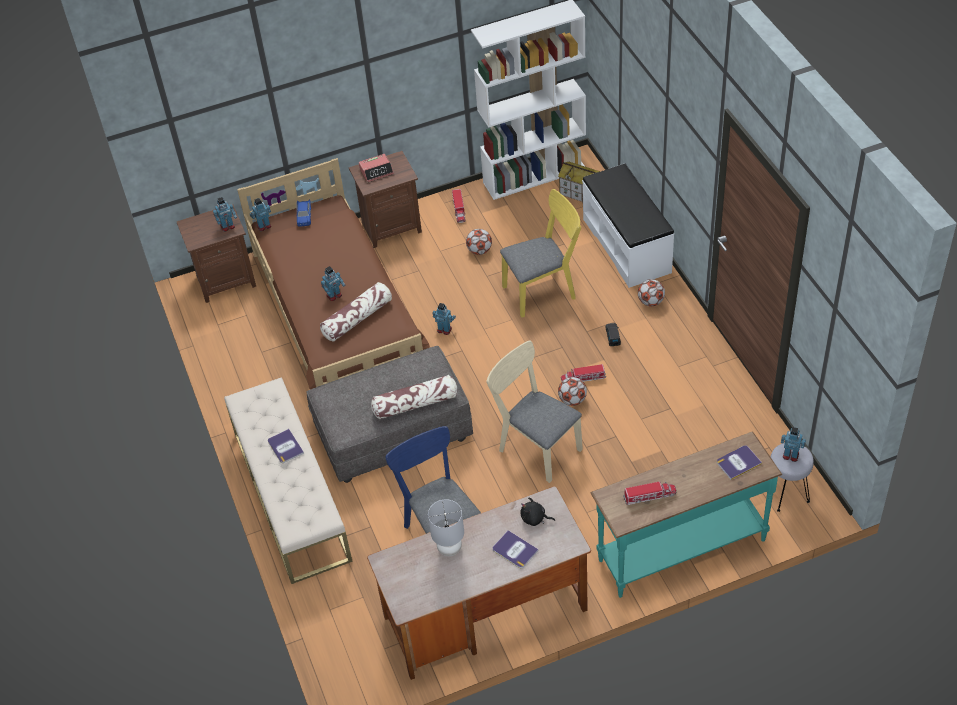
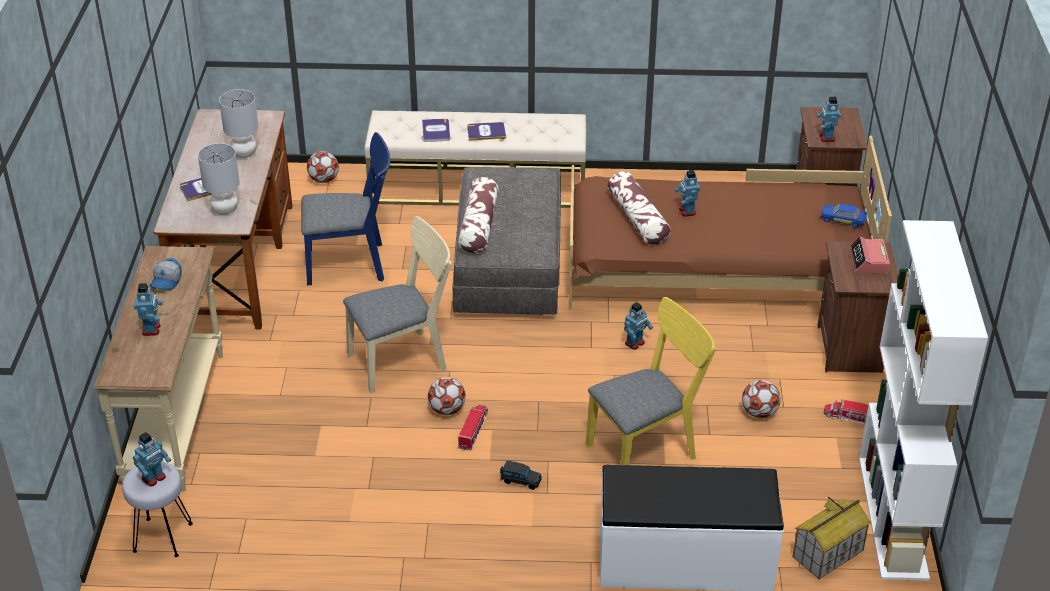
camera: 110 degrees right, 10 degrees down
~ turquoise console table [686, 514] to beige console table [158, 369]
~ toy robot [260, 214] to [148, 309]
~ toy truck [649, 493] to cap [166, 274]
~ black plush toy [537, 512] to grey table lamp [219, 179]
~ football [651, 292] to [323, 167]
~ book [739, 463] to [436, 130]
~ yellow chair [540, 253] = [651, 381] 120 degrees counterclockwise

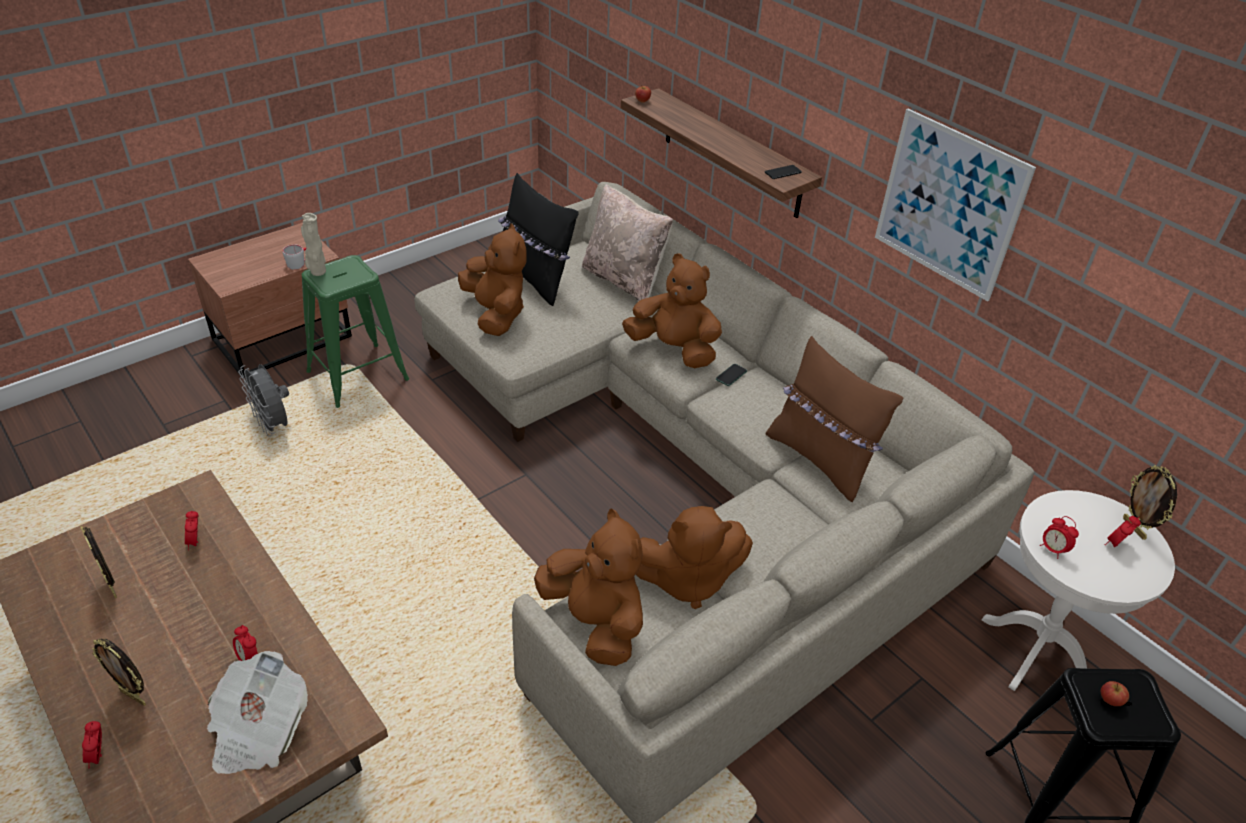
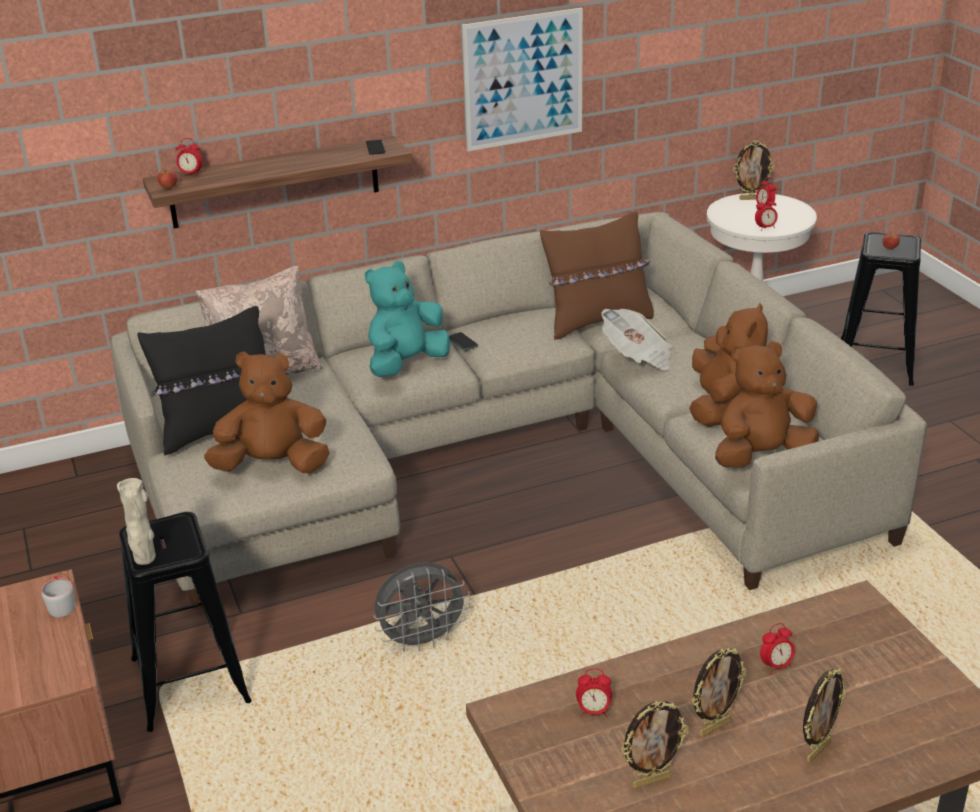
camera: 70 degrees left, 10 degrees down
~ green stool [355, 331] to black stool [185, 622]
~ alarm clock [92, 744] to [189, 157]
~ brown plush toy [672, 311] to turquoise plush toy [407, 319]
~ grey fan [263, 400] to [422, 607]
~ newspaper [257, 712] to [637, 339]
+ picture frame [719, 692]

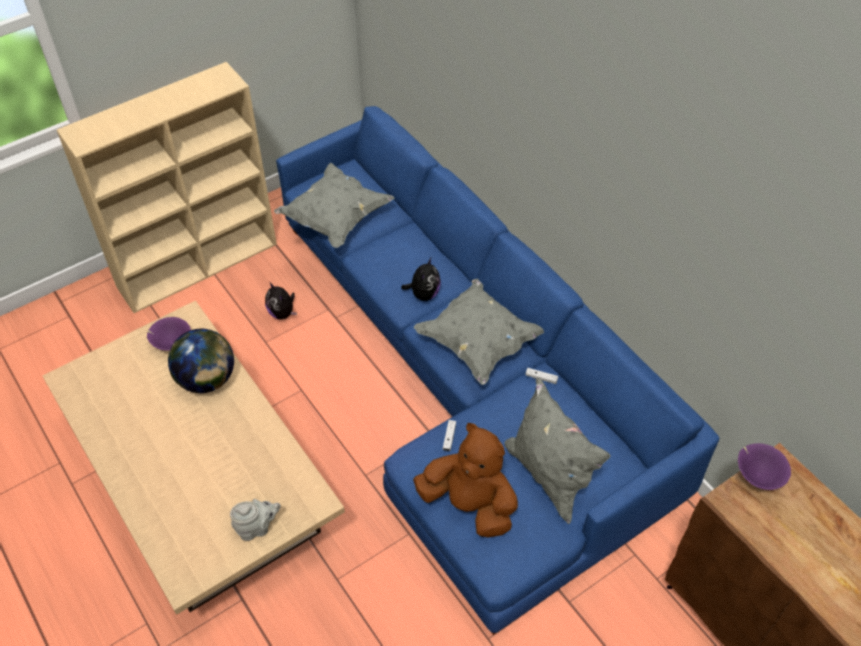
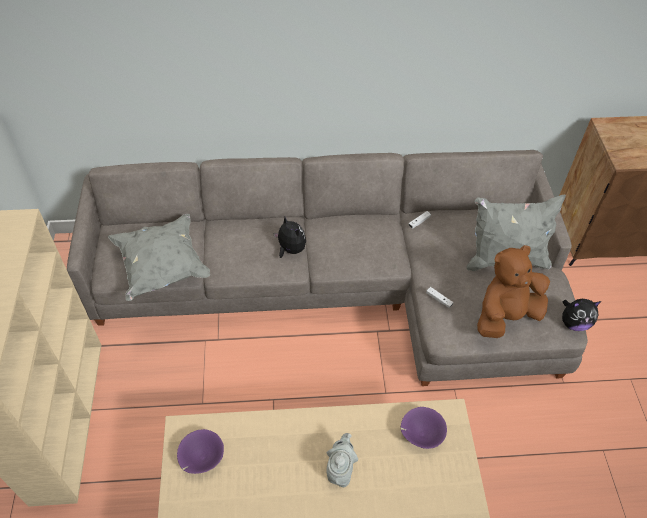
camera: 60 degrees left, 0 degrees up
~ blue sofa [497, 370] to grey sofa [327, 268]
~ grey teapot [255, 520] to [342, 460]
~ purple bowl [764, 466] to [424, 428]
~ plush toy [281, 301] to [581, 315]
- globe [201, 361]
- grey pillow [479, 332]

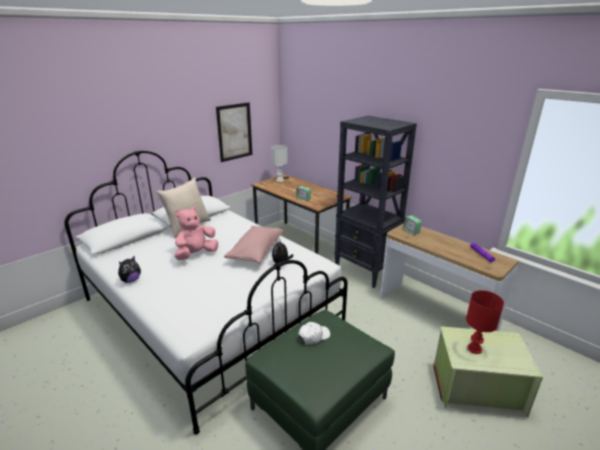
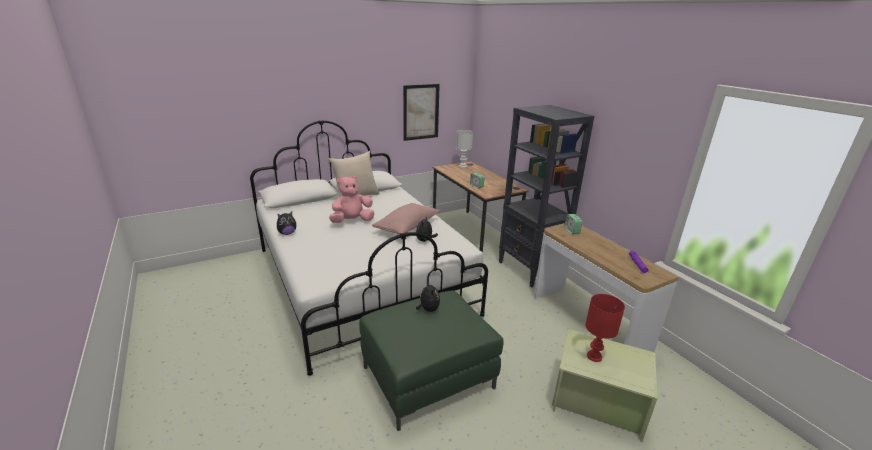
camera: 15 degrees right, 0 degrees up
~ white cap [314, 333] to plush toy [428, 296]

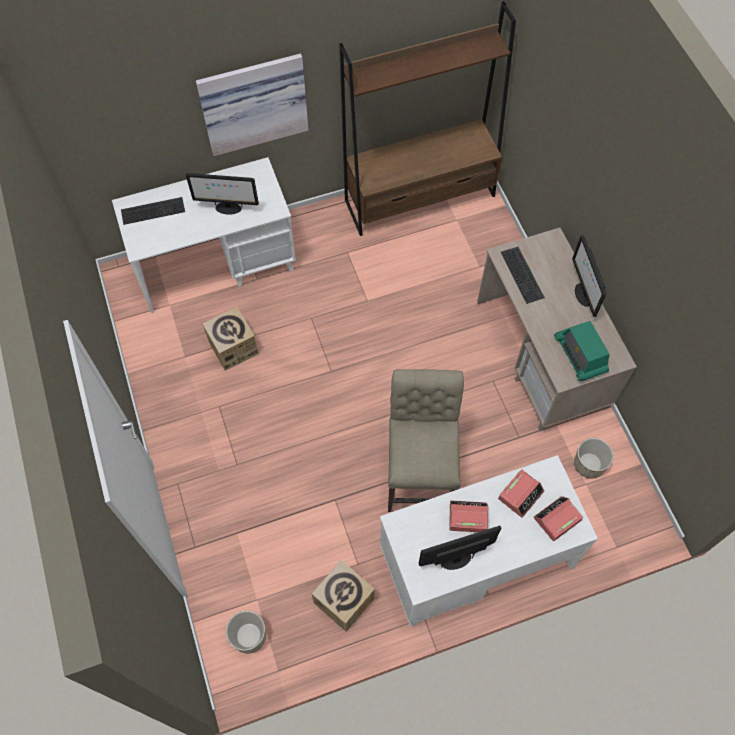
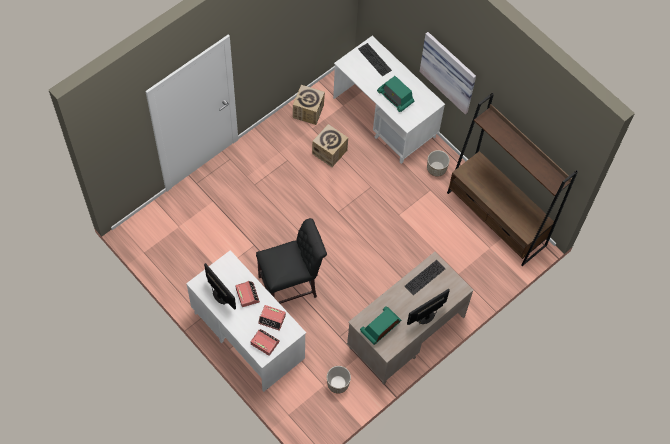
camera: 65 degrees right, 0 degrees up
~ beige chair [426, 440] to black chair [291, 261]
~ cardboard box [343, 596] to [309, 105]
~ monitor [222, 194] to radio [395, 94]
~ planter [246, 632] to [438, 163]

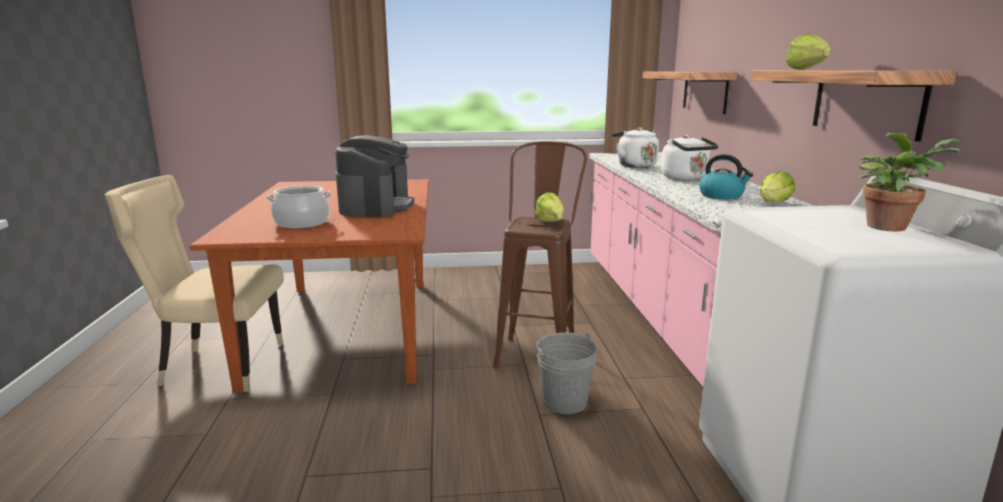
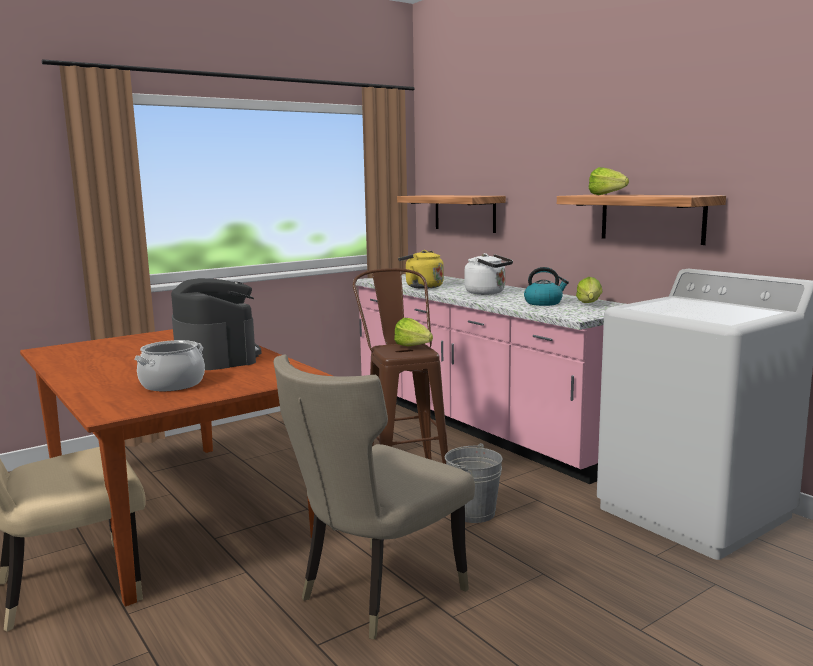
camera: 30 degrees left, 5 degrees down
+ beige chair [374, 497]
~ white kettle [635, 147] to yellow kettle [421, 269]
- potted plant [909, 182]

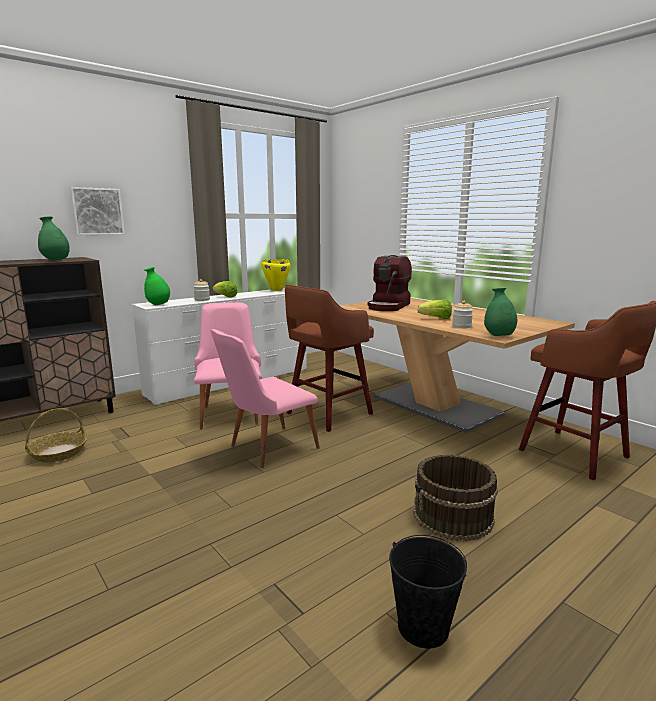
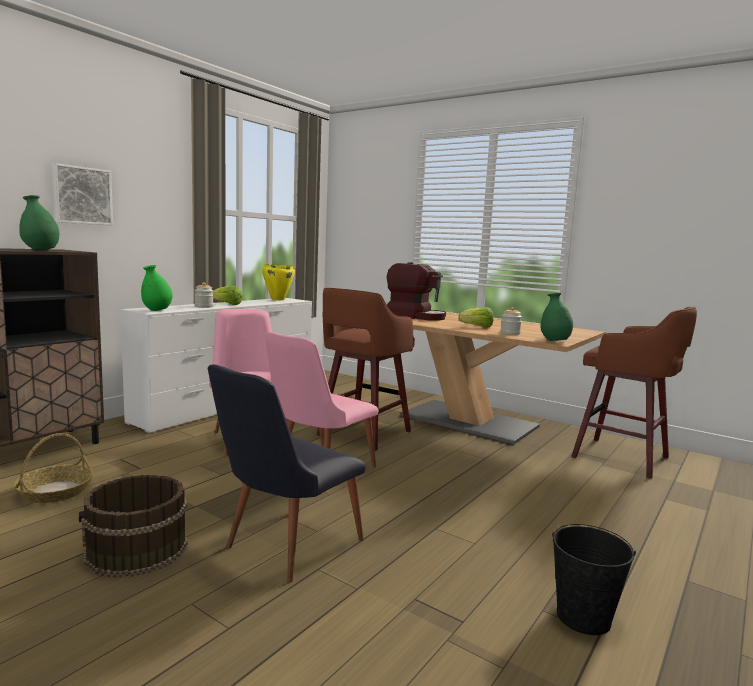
camera: 15 degrees left, 5 degrees down
~ brown bucket [455, 497] to [133, 526]
+ black chair [287, 473]
~ coffee machine [390, 283] = [416, 291] 75 degrees counterclockwise

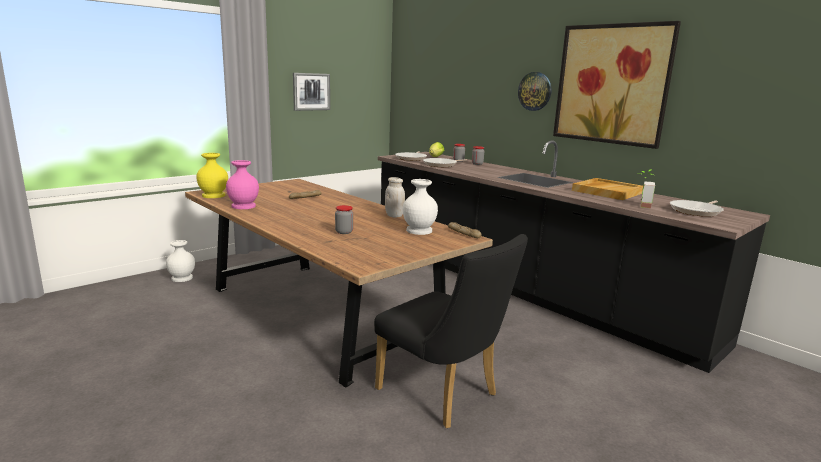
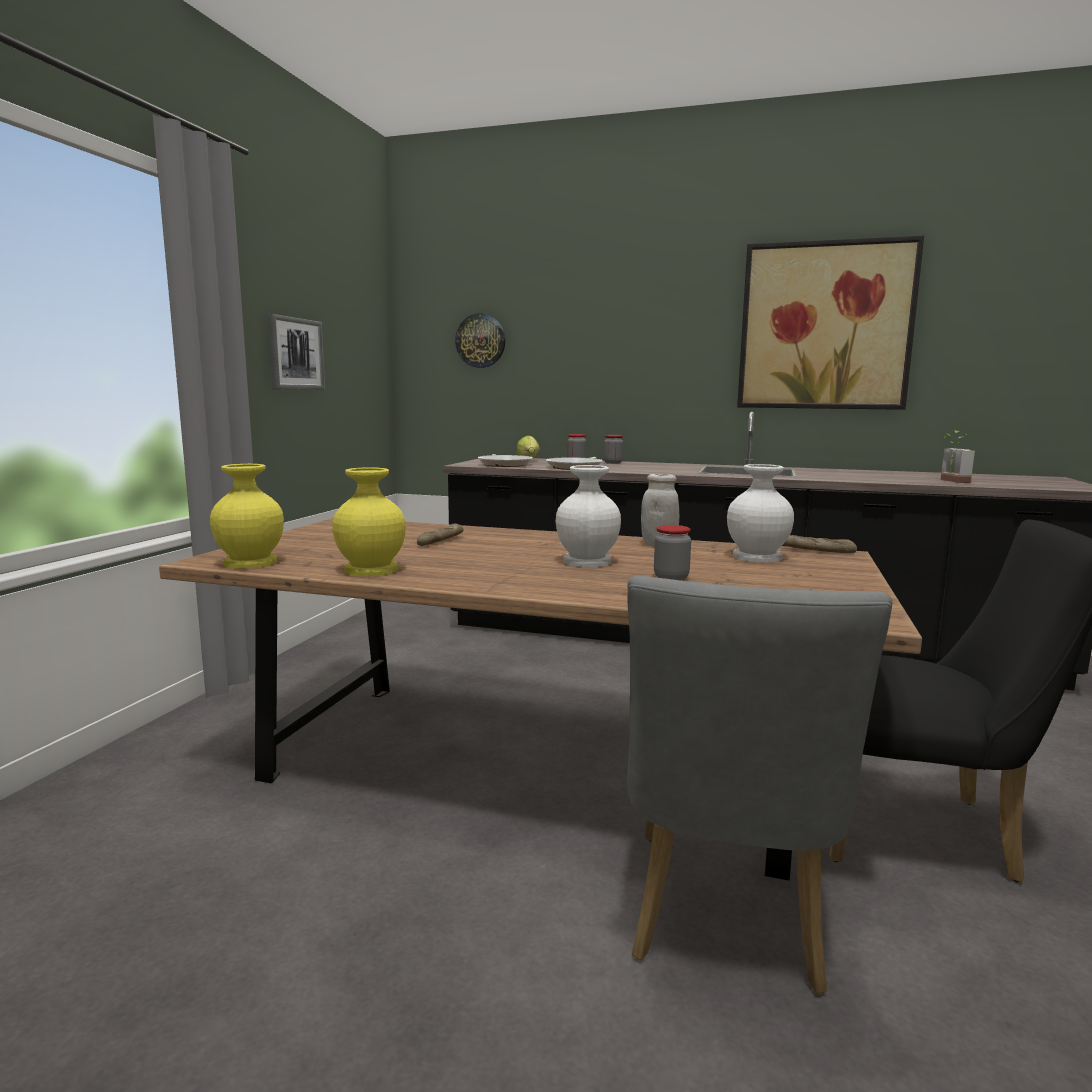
camera: 30 degrees left, 5 degrees down
~ pink vase [242, 184] to yellow vase [369, 521]
~ wall clock [534, 91] to [480, 340]
~ white vase [180, 261] to [588, 516]
+ grey chair [759, 785]
- beige tray [607, 189]
- frying pan [697, 208]

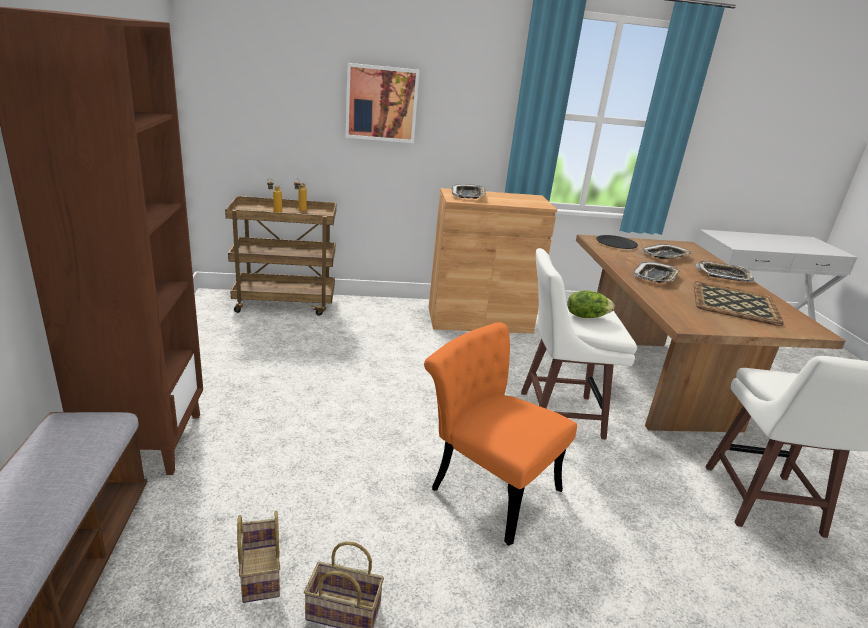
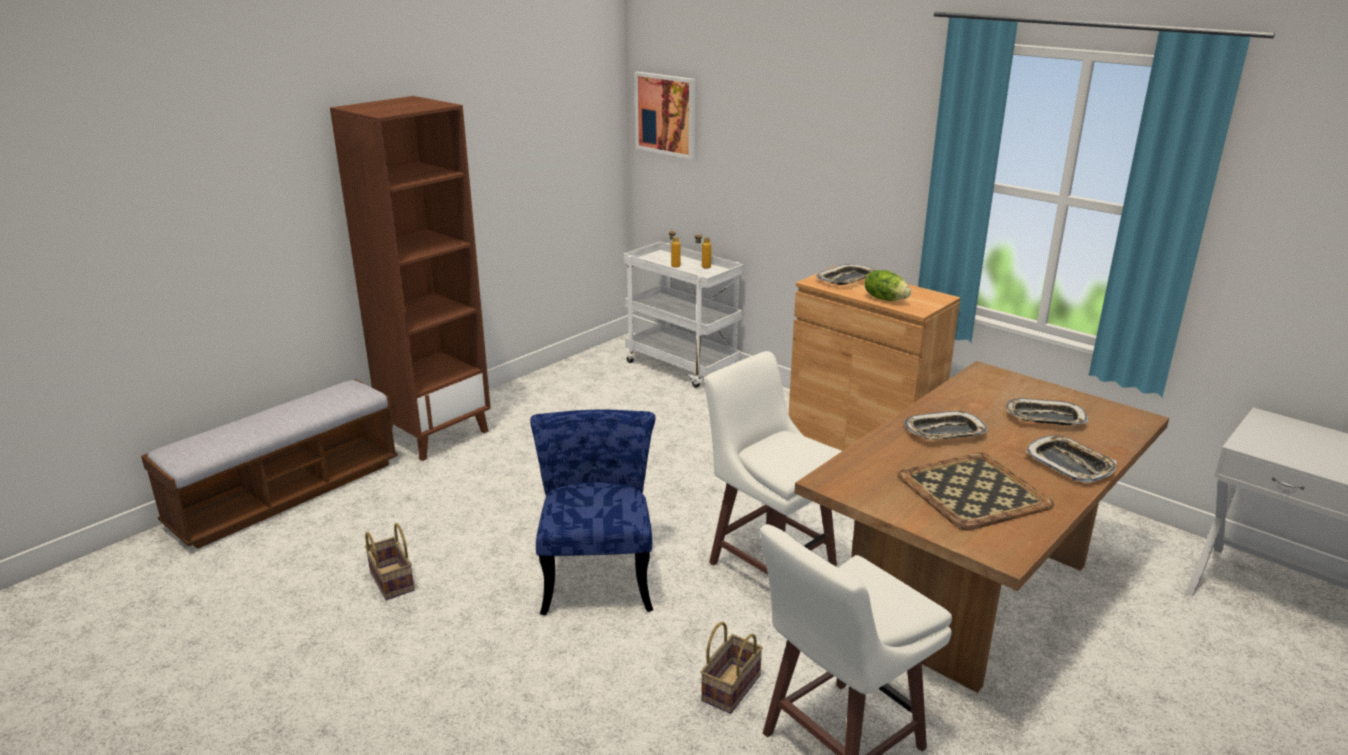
camera: 50 degrees right, 0 degrees up
~ orange chair [500, 434] to blue chair [592, 512]
~ brown cart [281, 256] to white cart [683, 315]
~ picture [382, 103] to [665, 115]
~ basket [258, 557] to [732, 668]
~ lettuce [590, 304] to [887, 285]
- black plate [617, 242]

